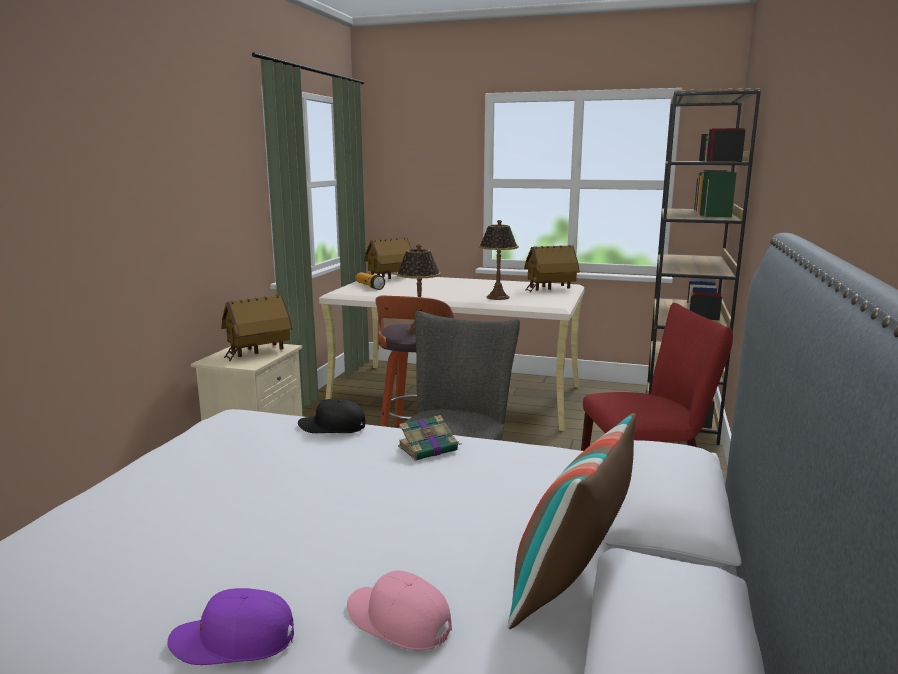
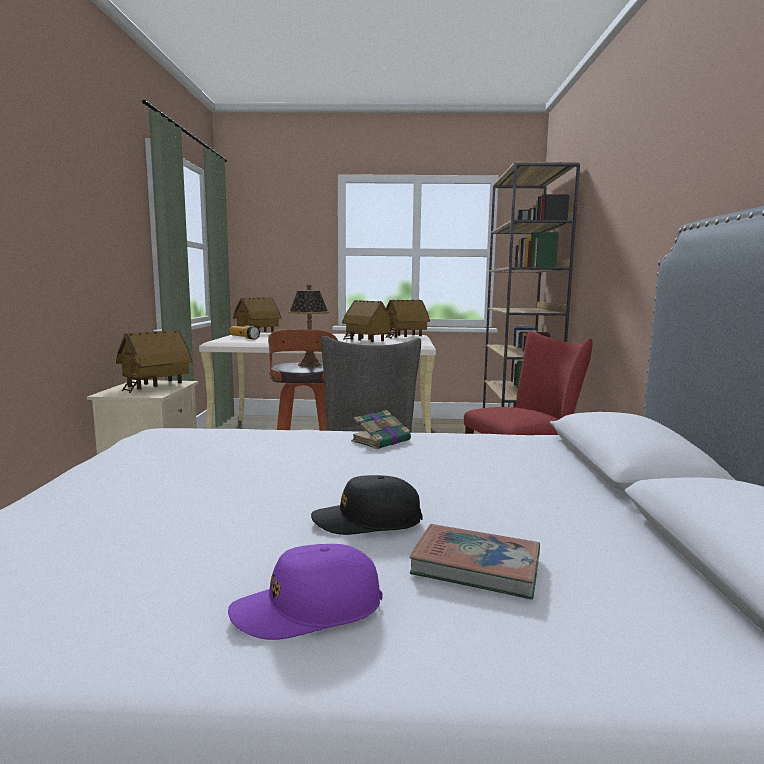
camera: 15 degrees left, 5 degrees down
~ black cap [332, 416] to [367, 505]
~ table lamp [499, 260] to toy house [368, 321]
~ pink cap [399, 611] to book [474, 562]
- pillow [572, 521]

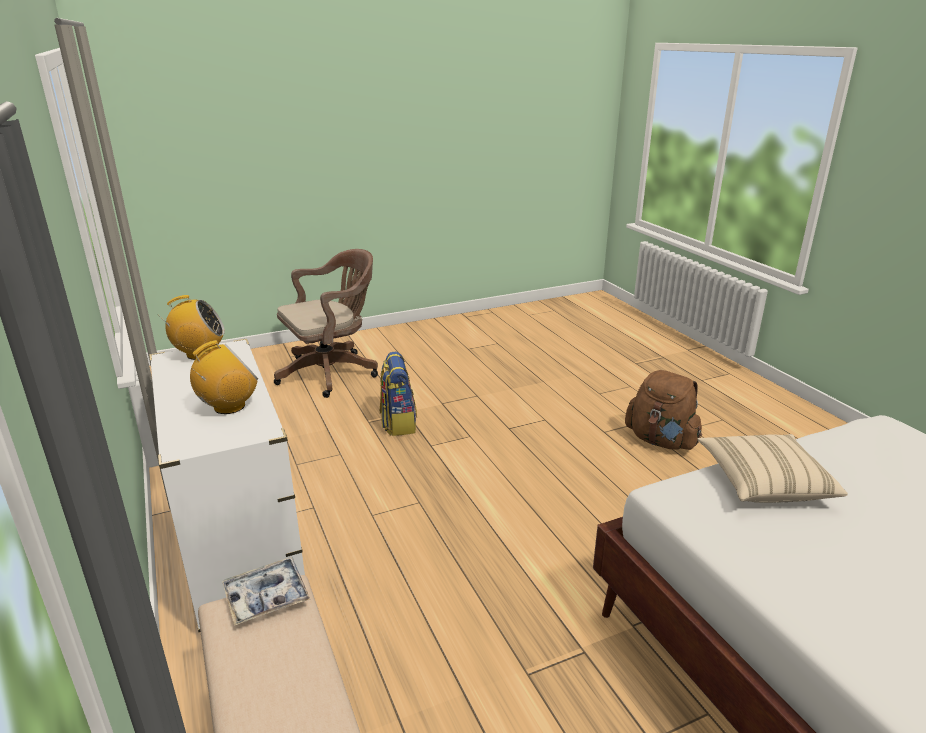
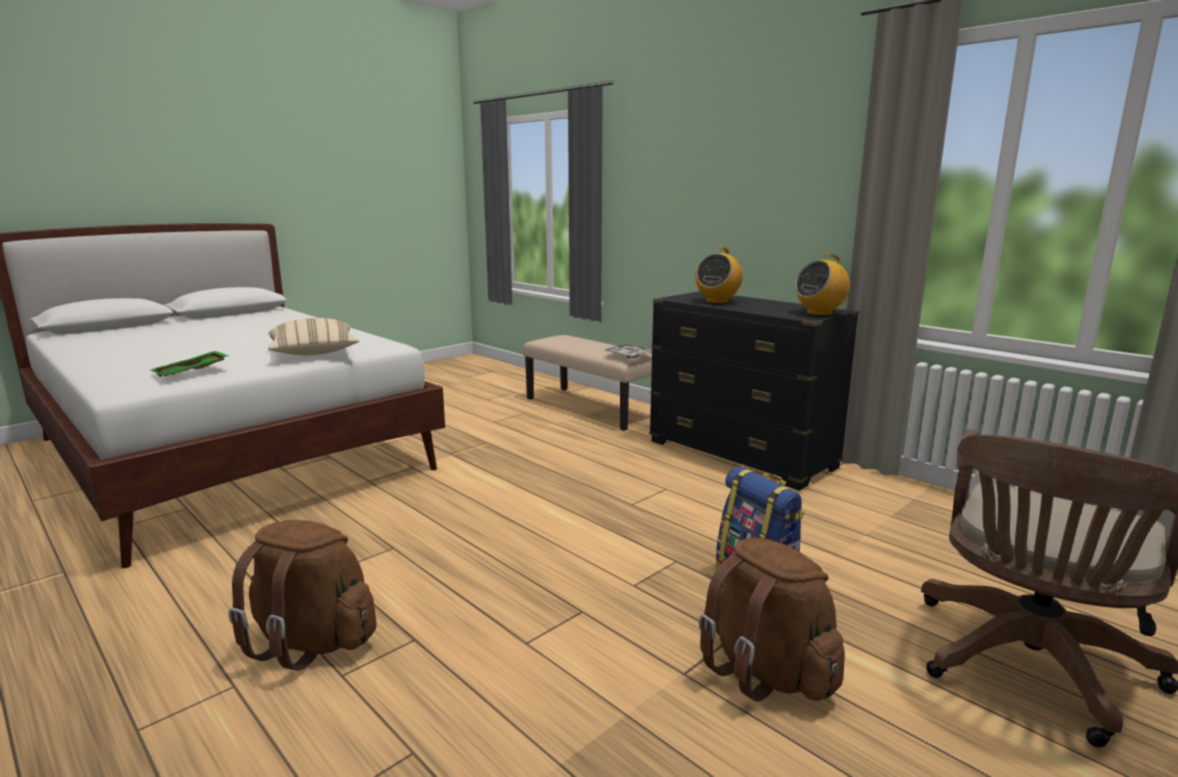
camera: 160 degrees right, 10 degrees down
+ green tray [190, 364]
~ white dresser [227, 485] to black dresser [754, 391]
+ brown backpack [772, 620]

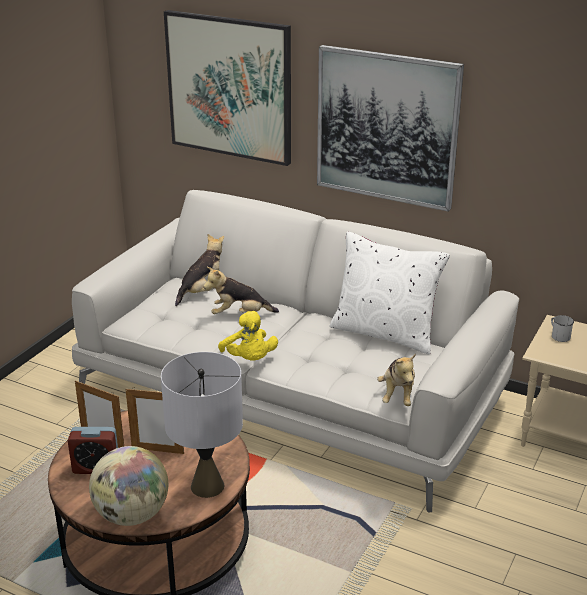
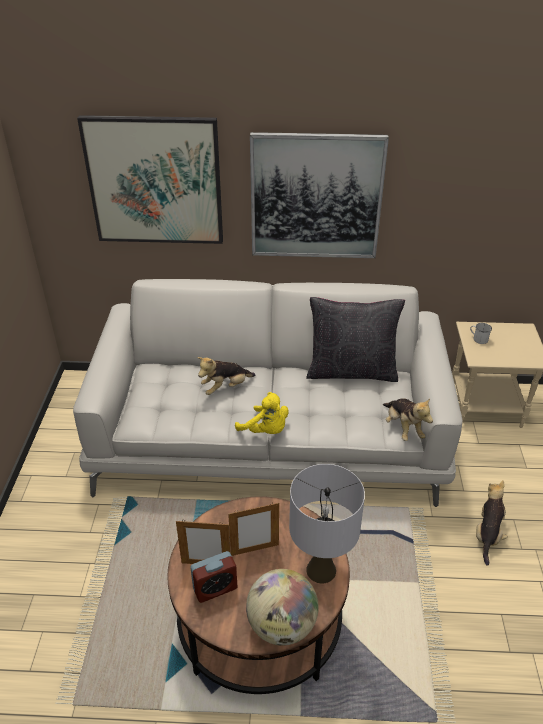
camera: 25 degrees left, 10 degrees up
~ white pillow [389, 293] to black pillow [355, 339]
~ plush toy [199, 270] to [492, 523]

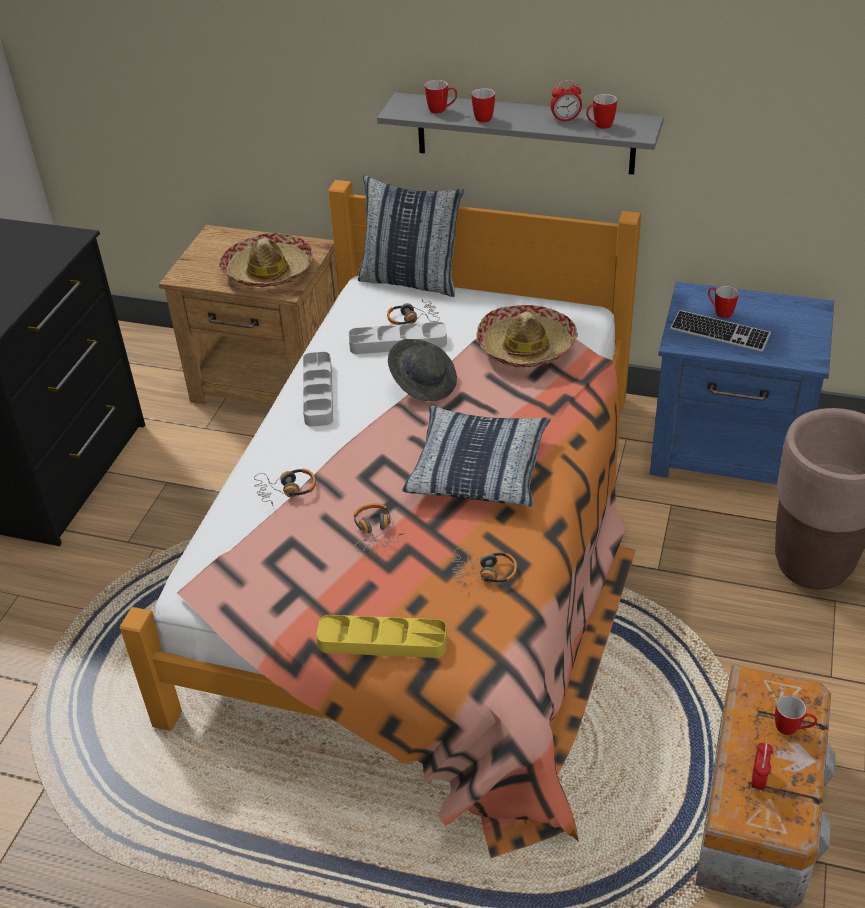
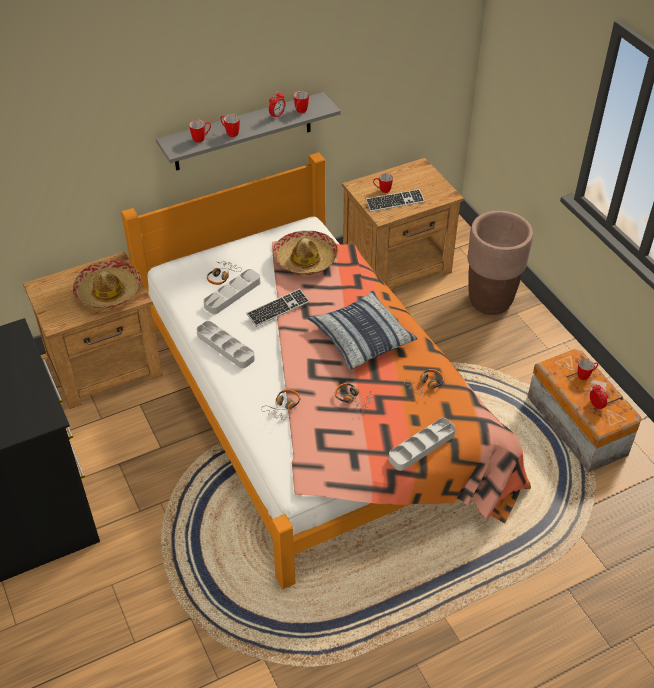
camera: 45 degrees left, 5 degrees up
~ grey hat [422, 370] to keyboard [278, 308]
~ blue nightstand [742, 383] to brown nightstand [403, 223]
~ yellow tray [381, 636] to grey tray [422, 444]
- pillow [411, 236]

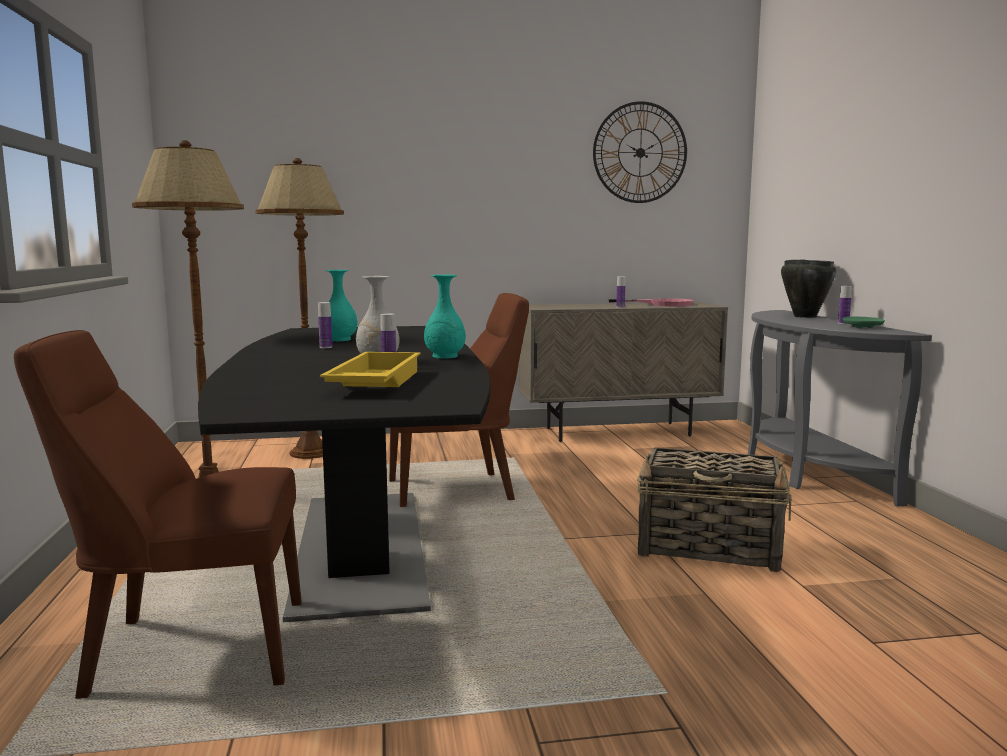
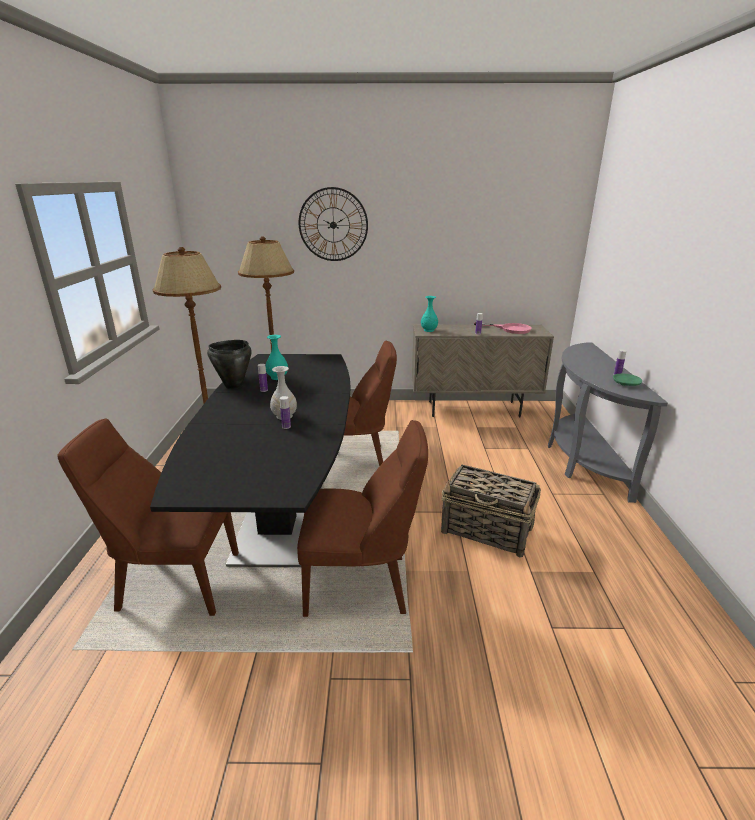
camera: 10 degrees right, 15 degrees up
~ black cooking pot [808, 288] to [229, 364]
+ brown chair [362, 518]
~ wall clock [640, 152] to [333, 224]
~ turquoise vase [445, 317] to [429, 314]
- yellow tray [370, 369]

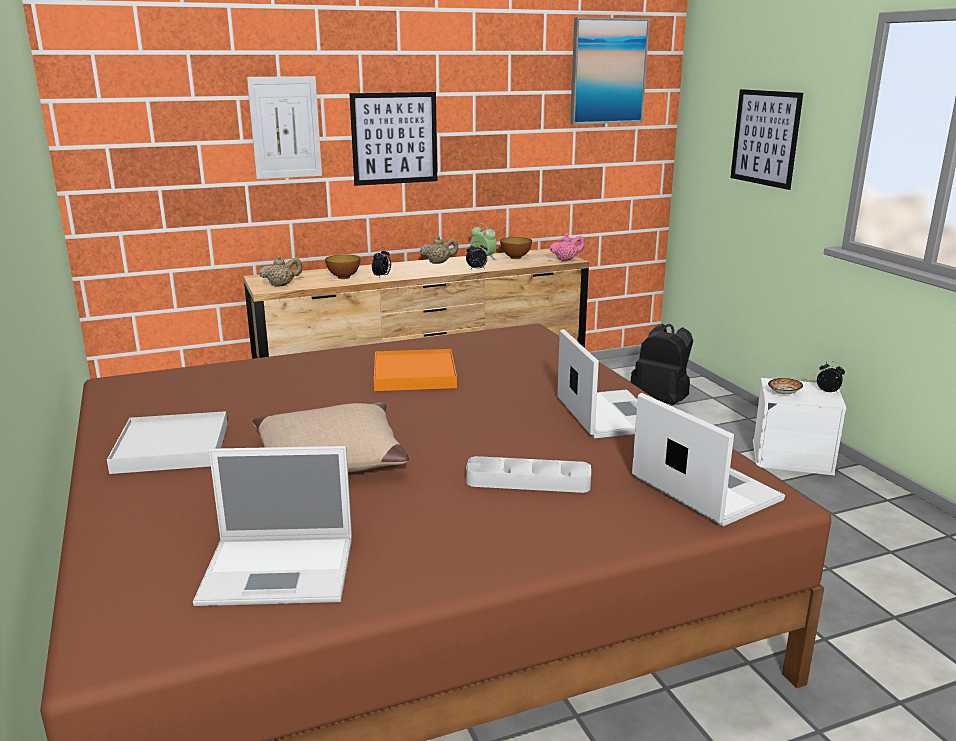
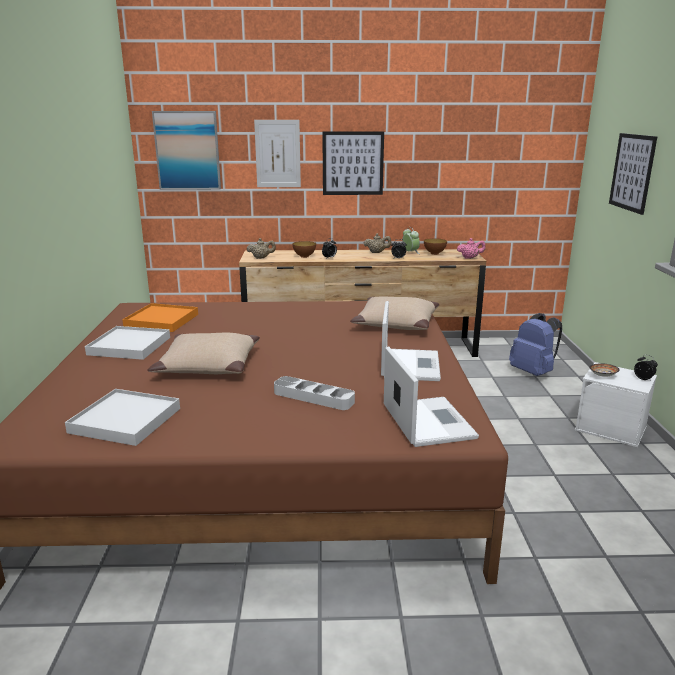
camera: 20 degrees right, 0 degrees up
~ laptop [272, 526] to white tray [122, 417]
~ orange tray [415, 370] to [160, 317]
~ picture [610, 71] to [186, 150]
+ beige pillow [394, 313]
~ black backpack [662, 364] to blue backpack [535, 344]

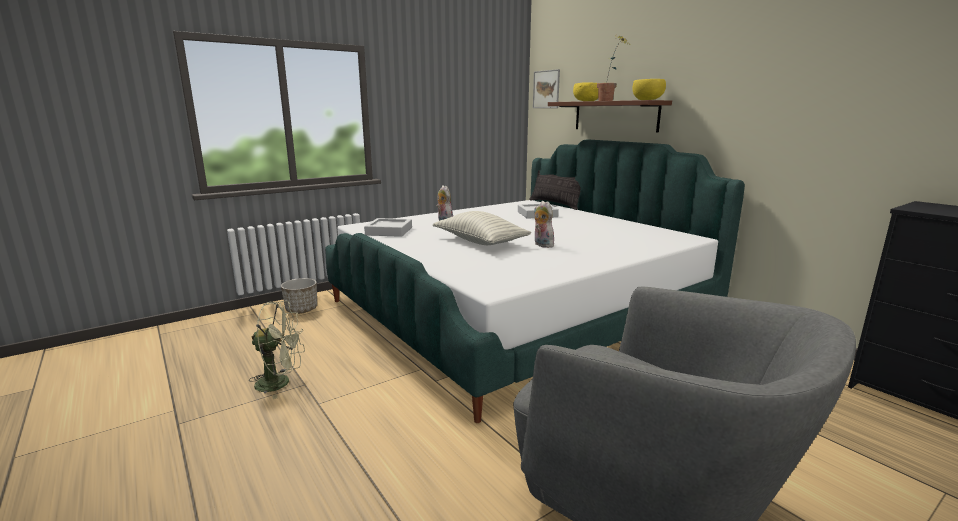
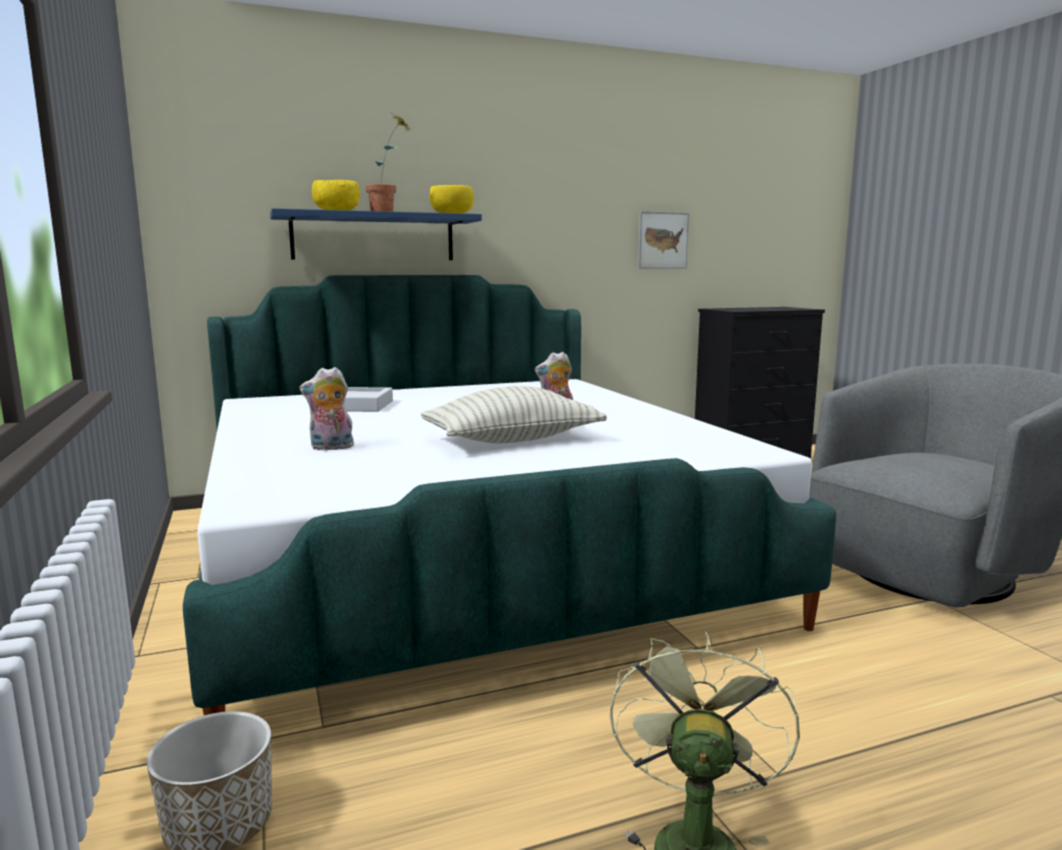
camera: 75 degrees left, 5 degrees down
~ brown shelf [610, 116] to blue shelf [376, 234]
~ picture [546, 88] to [663, 240]
- grey tray [388, 227]
- pillow [555, 190]

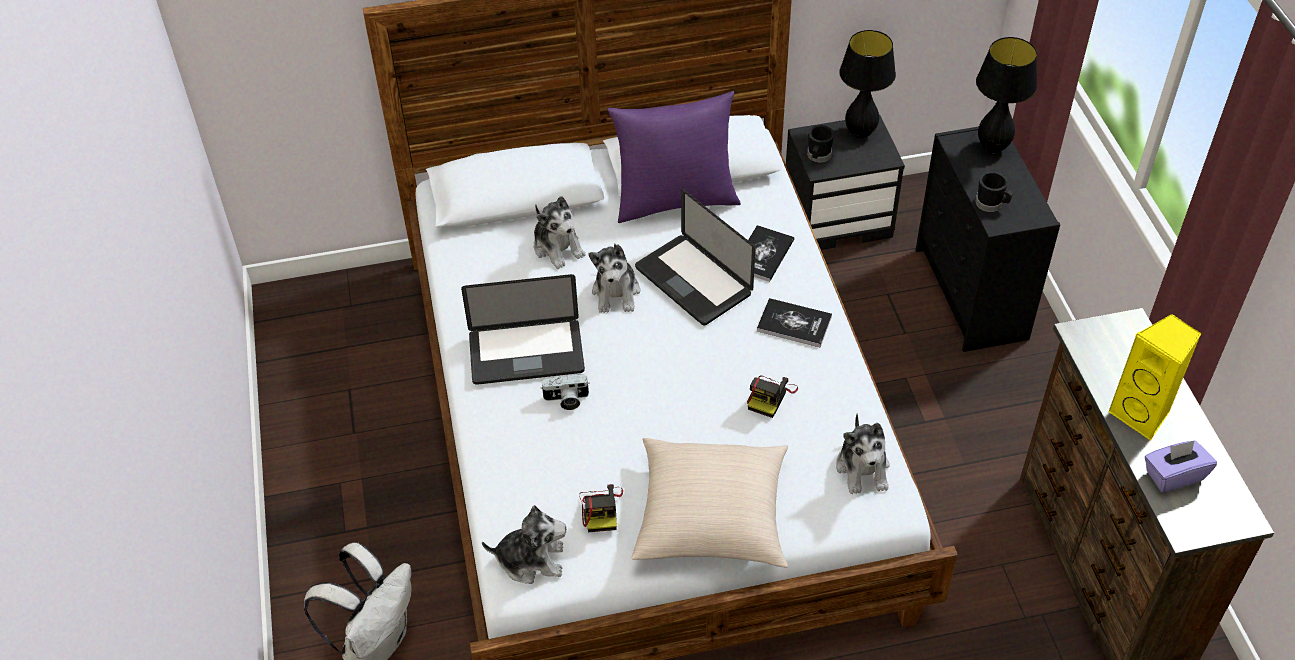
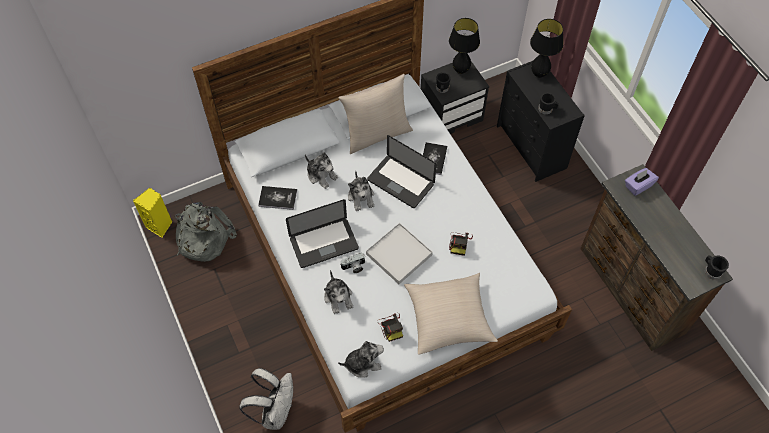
camera: 15 degrees left, 10 degrees up
~ yellow speaker [1154, 377] to [152, 213]
+ grey backpack [206, 232]
~ book [794, 323] to [277, 198]
~ plush toy [863, 453] to [338, 292]
~ purple pillow [674, 157] to beige pillow [375, 114]
+ white tray [399, 253]
~ purple tissue box [1181, 466] to [642, 182]
+ black mug [717, 267]

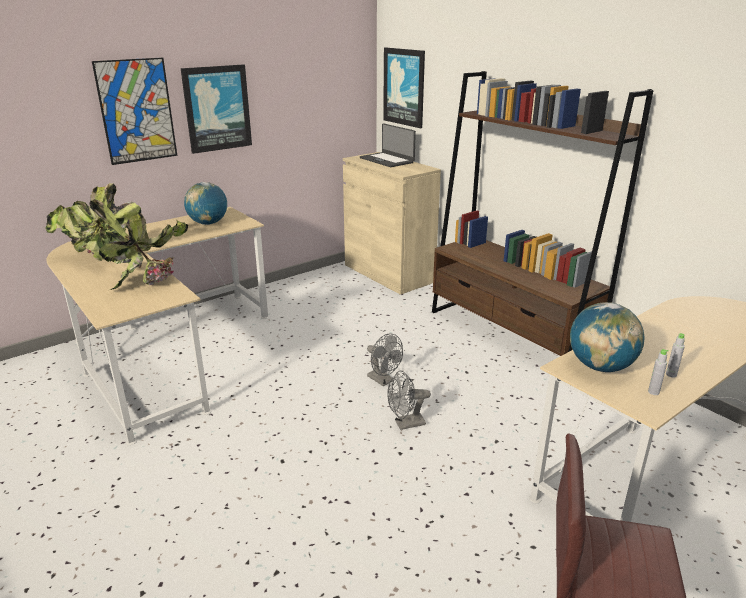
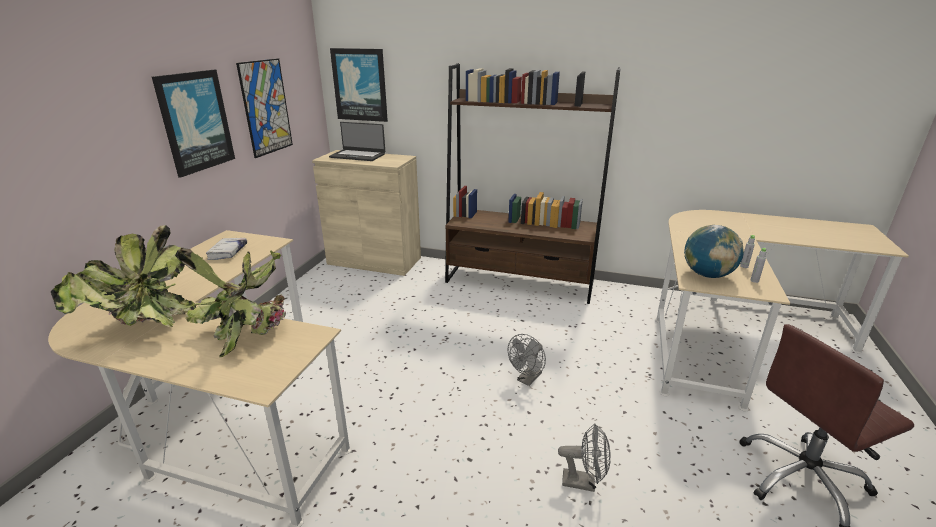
camera: 35 degrees left, 0 degrees up
~ globe [205, 203] to white book [226, 249]
~ picture [134, 111] to [264, 108]
~ grey fan [385, 360] to [584, 457]

